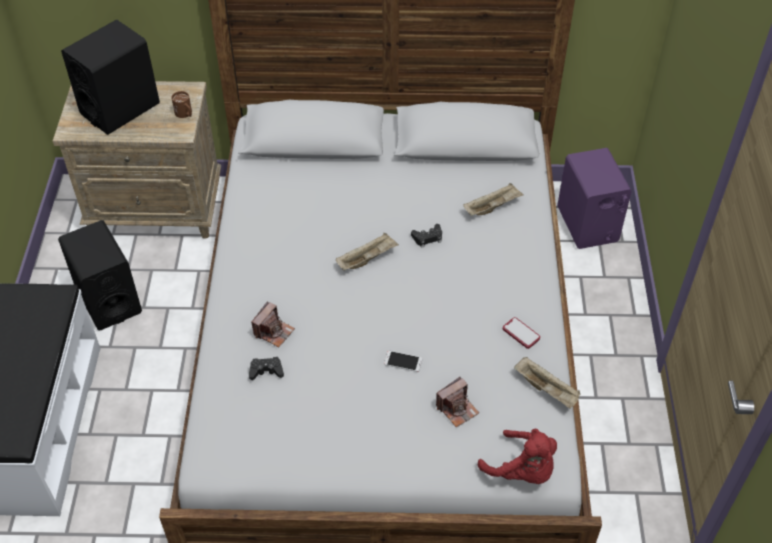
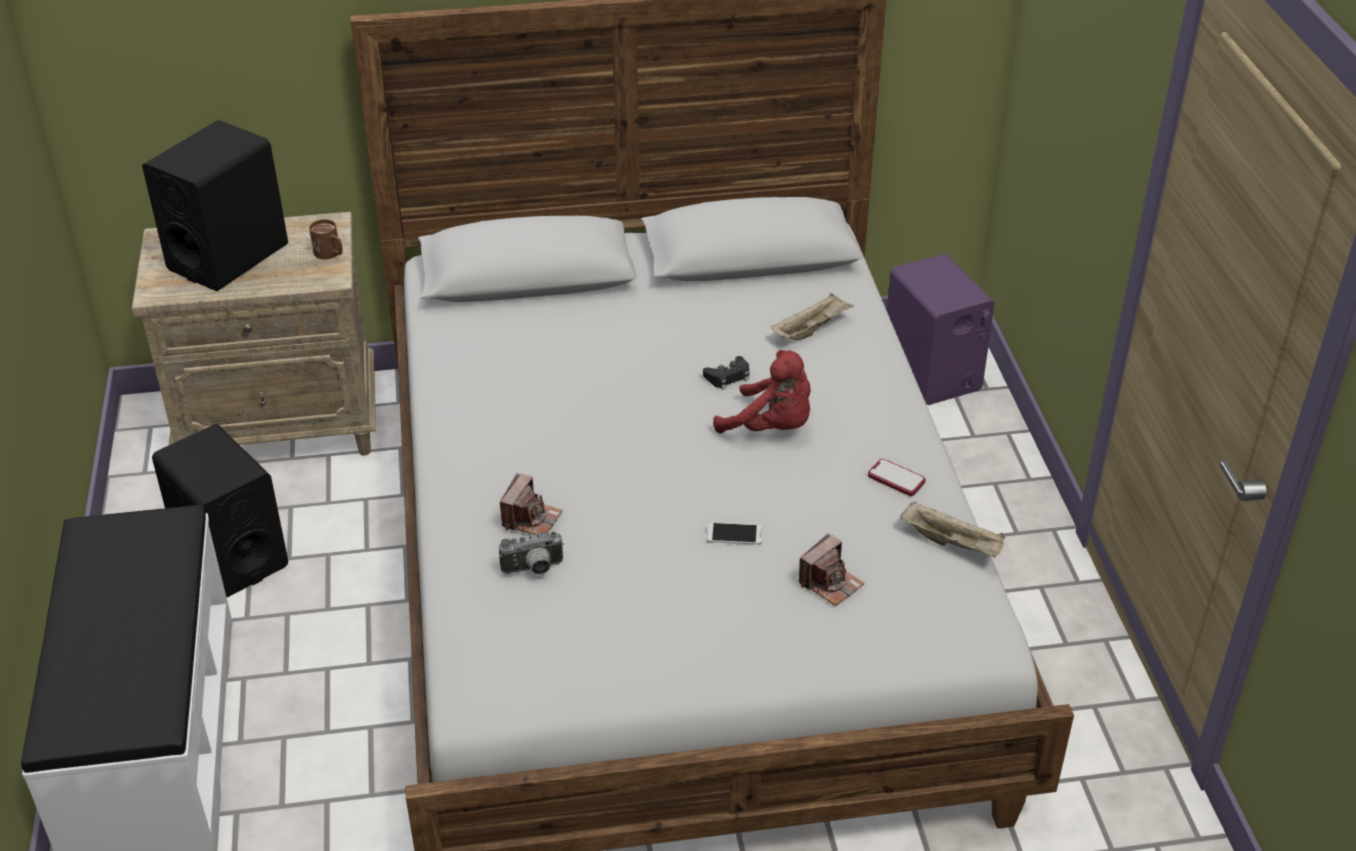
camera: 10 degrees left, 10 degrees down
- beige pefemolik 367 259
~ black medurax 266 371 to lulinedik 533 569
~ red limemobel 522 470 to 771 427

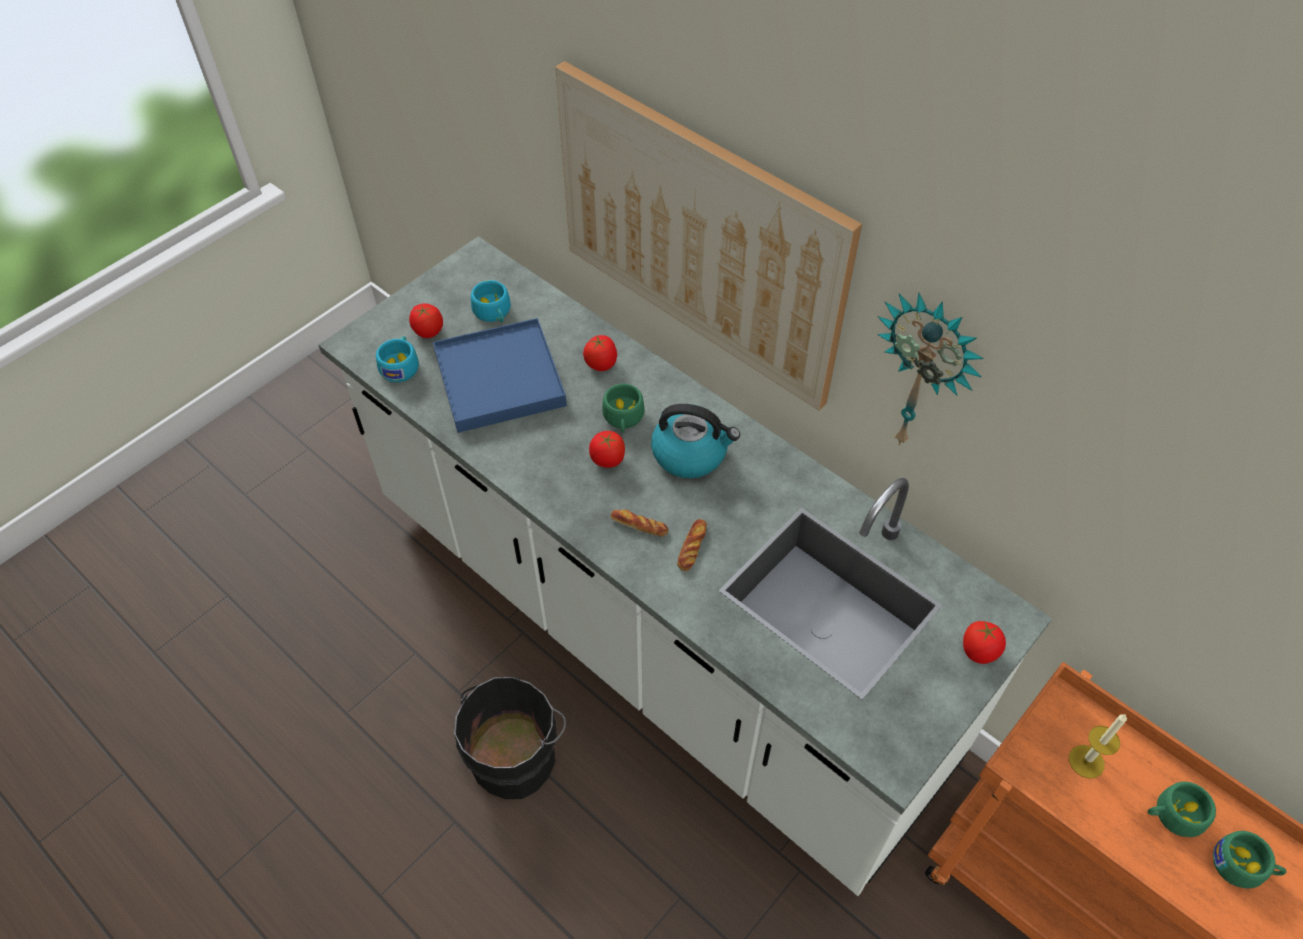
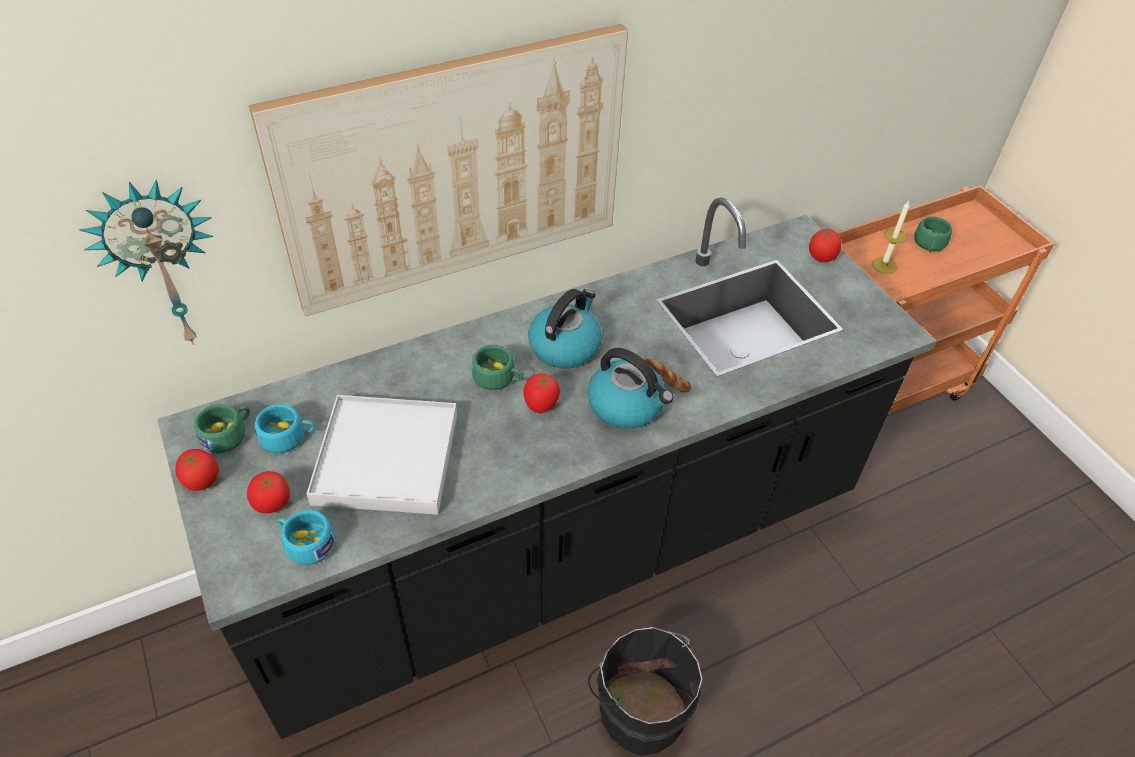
camera: 70 degrees left, 5 degrees down
~ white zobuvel 651 629 to black zobuvel 560 550
~ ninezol 924 373 to 162 264
~ blue pefemolik 500 379 to white pefemolik 387 458
~ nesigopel 601 364 to 201 481
~ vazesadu 639 525 to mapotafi 627 405
~ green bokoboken 1243 866 to 228 434

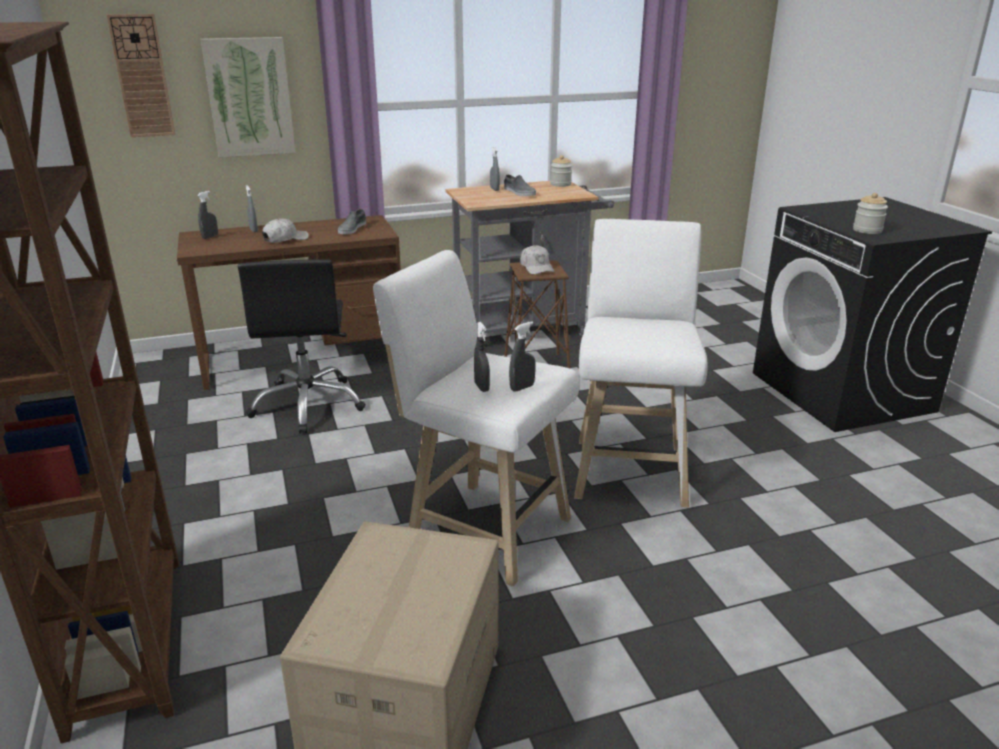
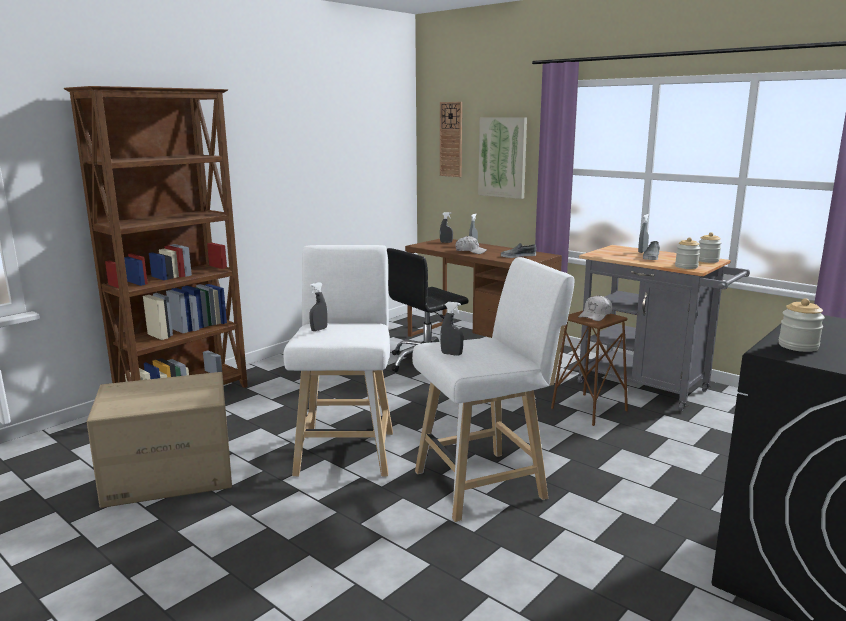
camera: 60 degrees right, 10 degrees down
~ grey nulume 522 388 to 451 354
+ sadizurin 686 266

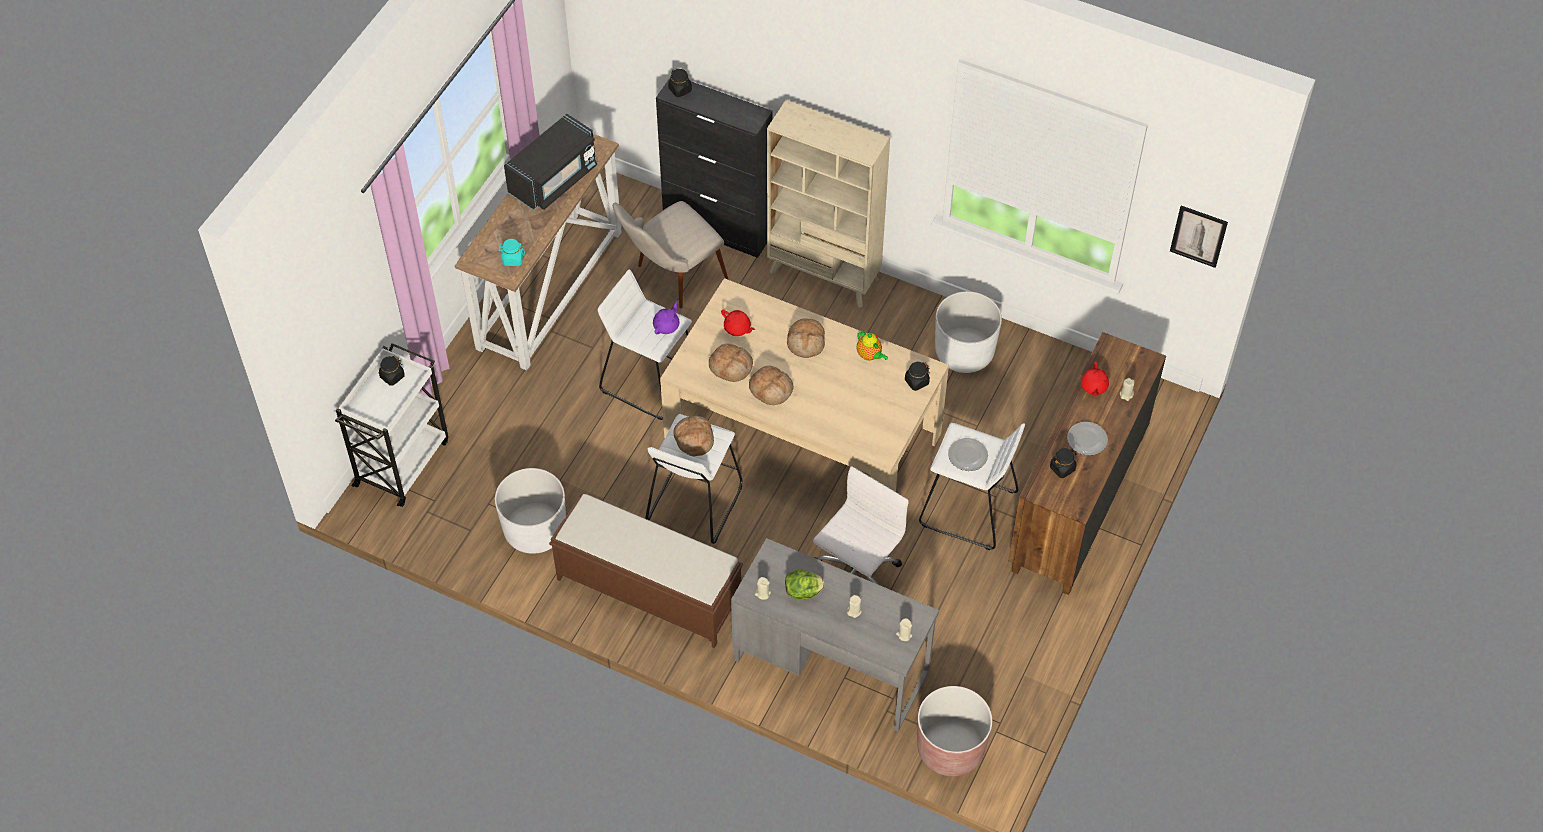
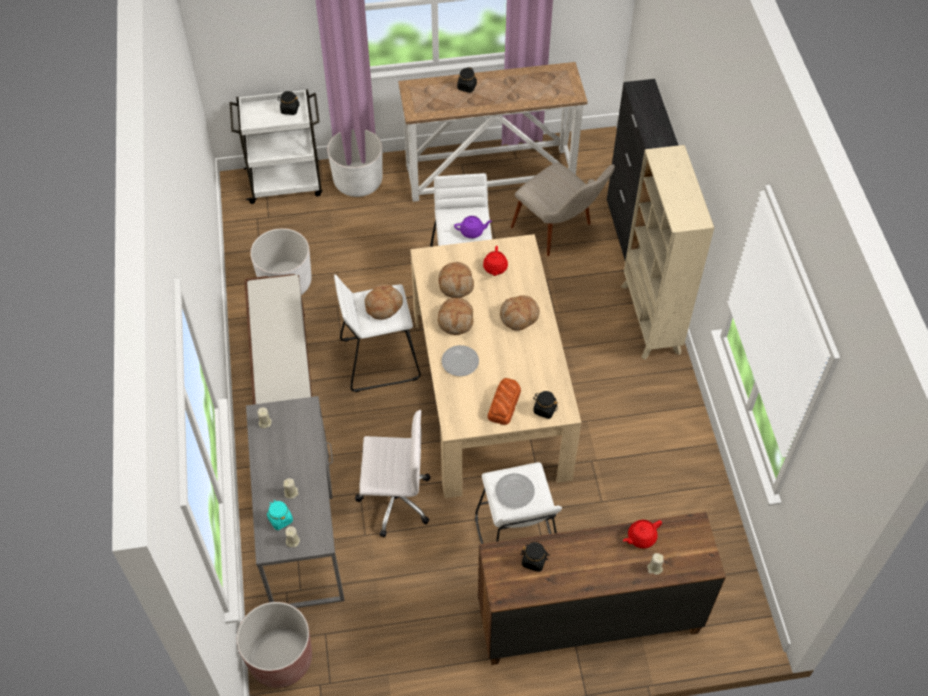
camera: 55 degrees right, 0 degrees up
~ black sadizurin 680 90 to 467 87
- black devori 554 179
~ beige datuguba 670 279 = 560 232 150 degrees counterclockwise
- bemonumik 1198 236
~ turquoise sadizurin 512 259 to 280 519
~ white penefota 964 352 to 358 181
- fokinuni 870 355
~ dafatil 1086 439 to 460 361
- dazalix 803 592
+ vazesadu 504 404

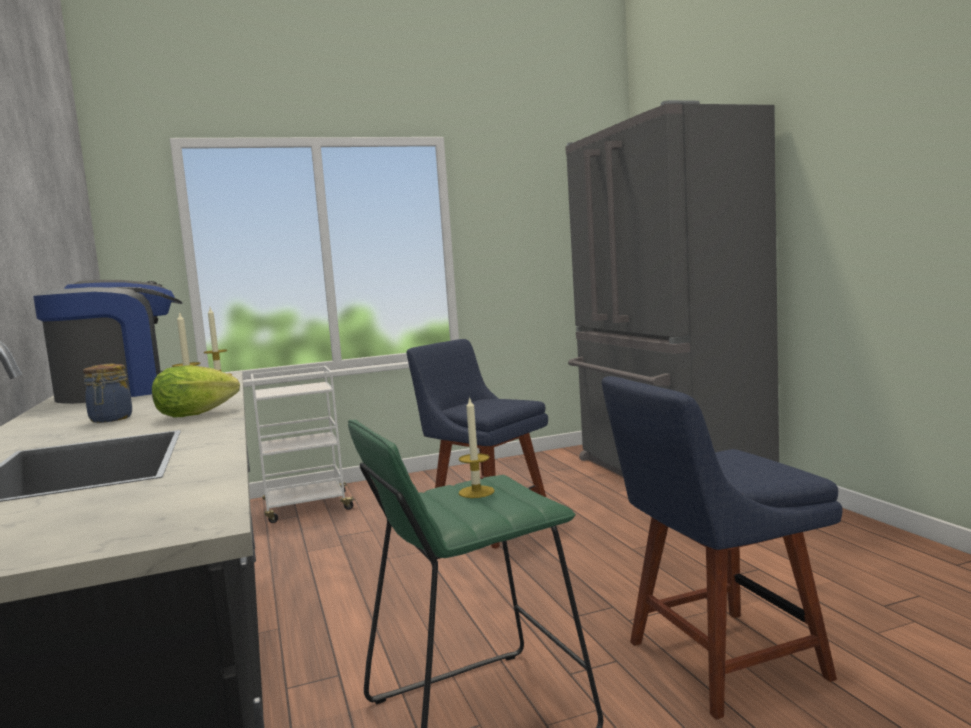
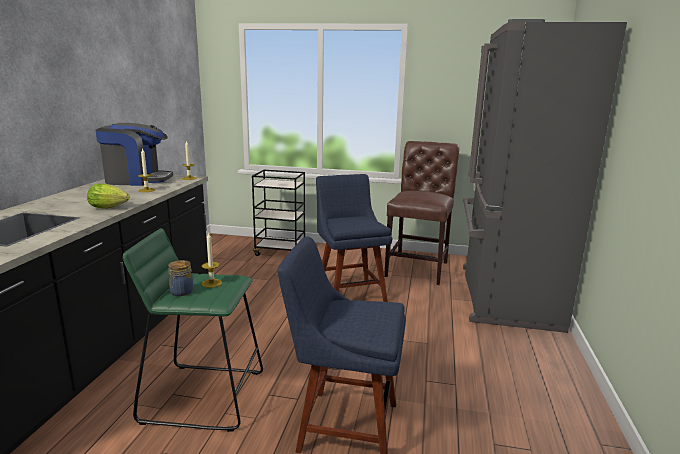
camera: 30 degrees right, 10 degrees up
~ sadizurin 110 419 to 181 292
~ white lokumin 306 508 to black lokumin 281 252
+ brown datuguba 418 267

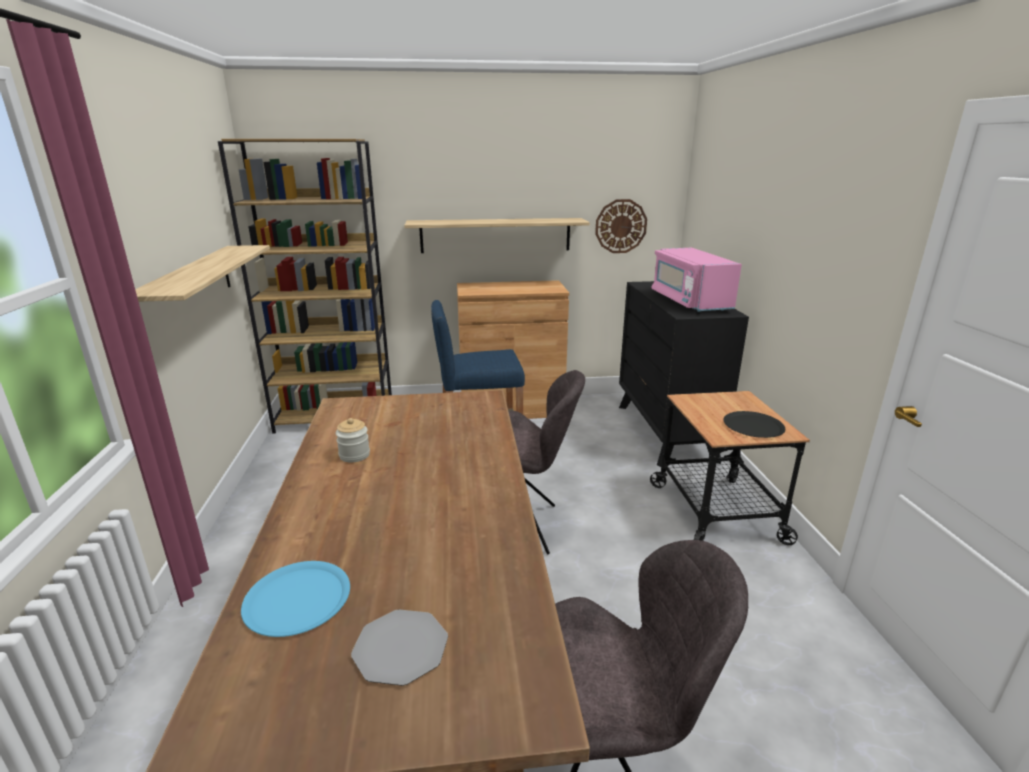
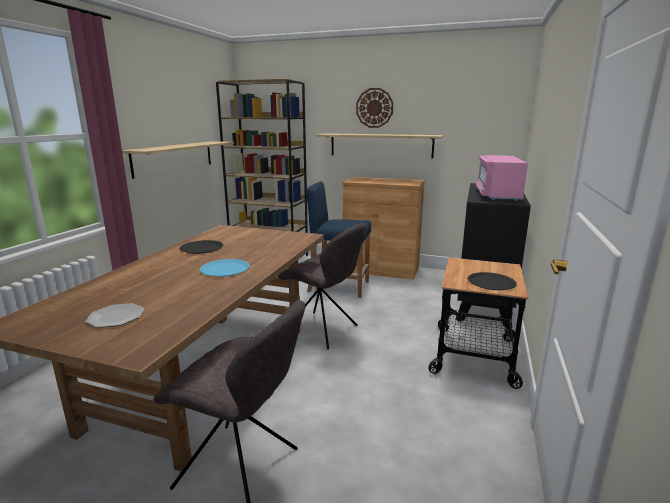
camera: 25 degrees right, 5 degrees down
~ ninezol 620 226 to 374 108
~ sadizurin 354 455 to black dafatil 201 248
~ blue dafatil 297 599 to 225 269

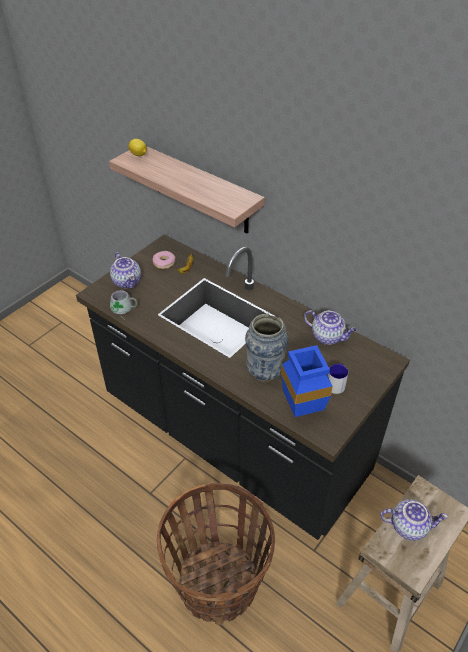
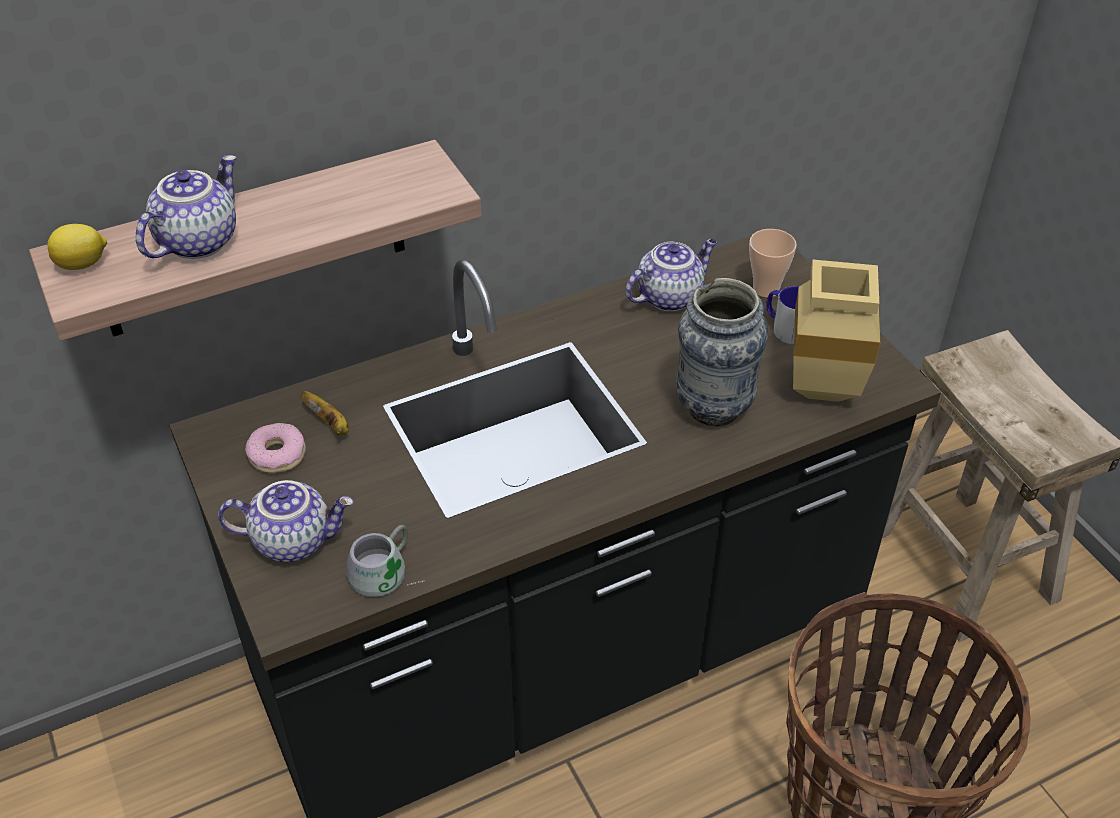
camera: 65 degrees left, 0 degrees up
~ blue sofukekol 304 410 to beige sofukekol 827 389
~ fokinuni 409 525 to 197 240
+ bokoboken 766 289

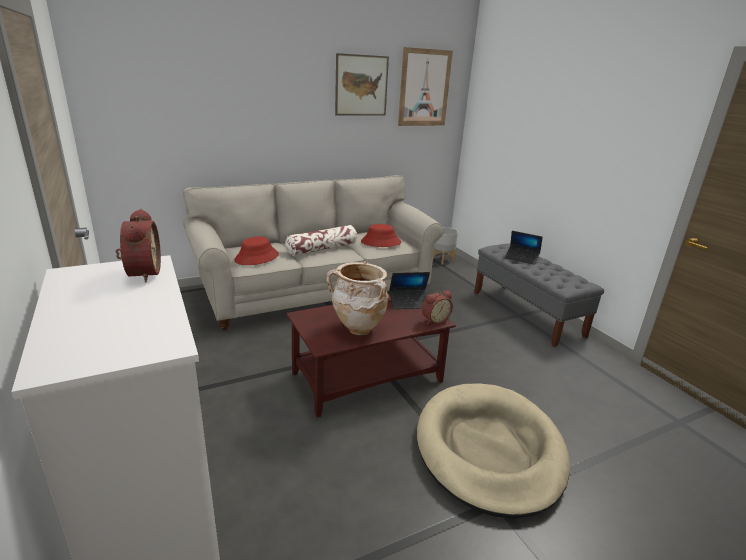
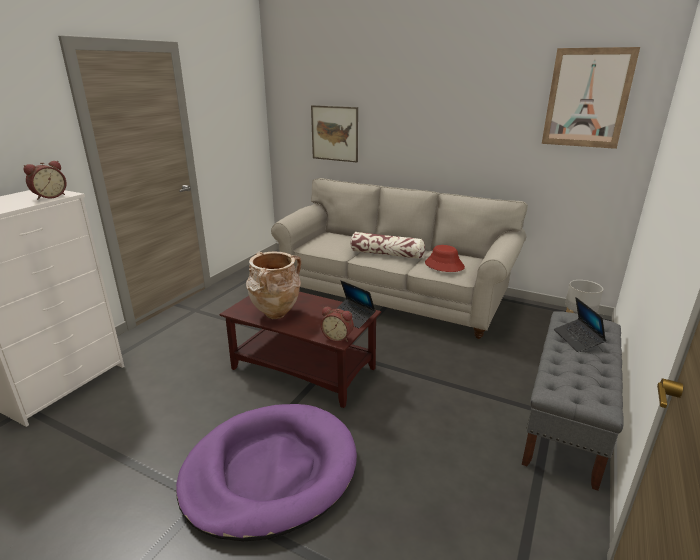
camera: 55 degrees right, 0 degrees up
~ bemonumik 361 85 to 334 133
- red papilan 257 257
~ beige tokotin 489 450 to purple tokotin 270 472

